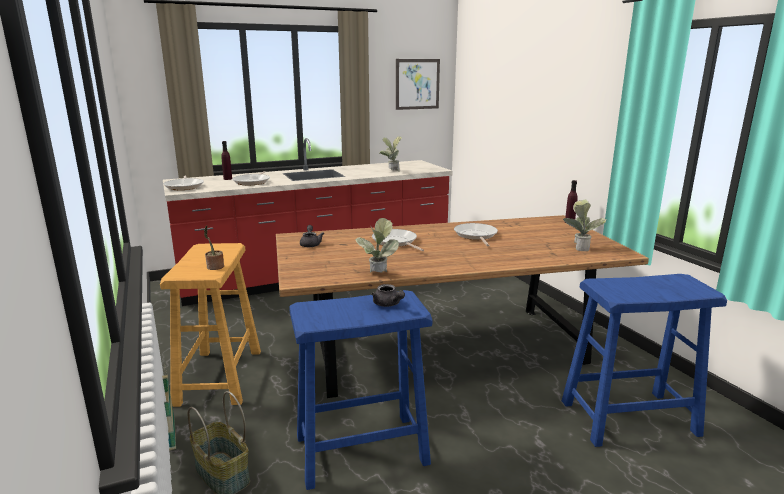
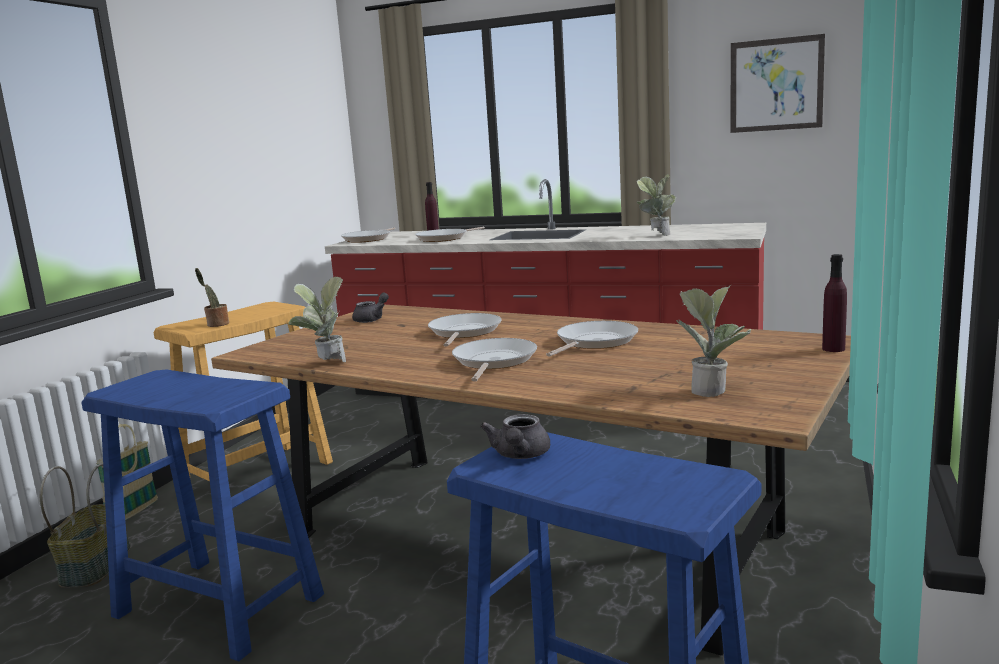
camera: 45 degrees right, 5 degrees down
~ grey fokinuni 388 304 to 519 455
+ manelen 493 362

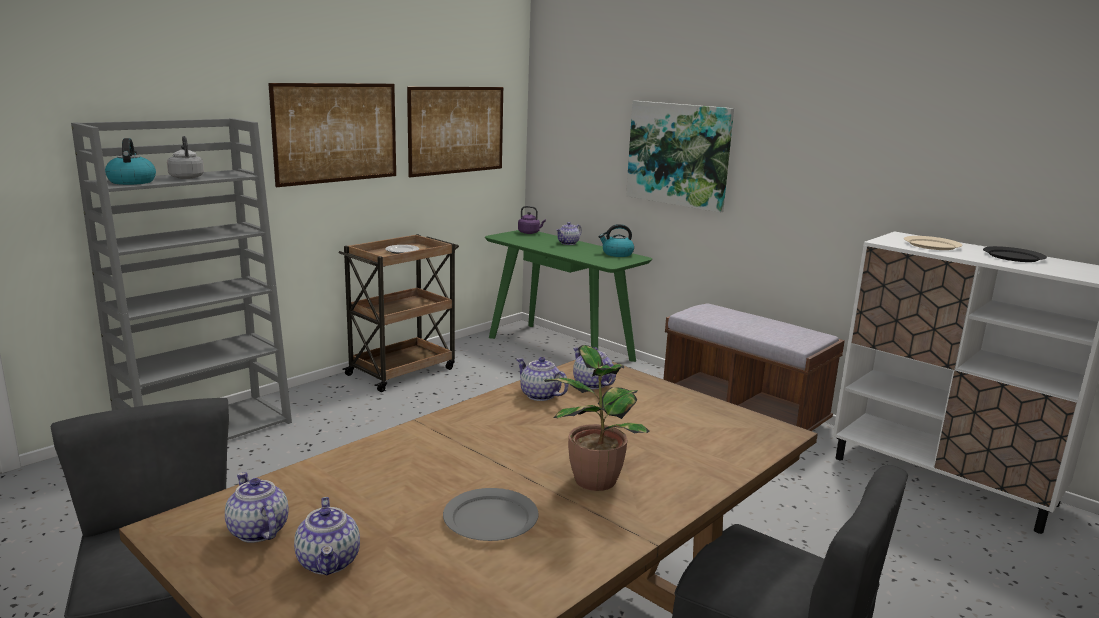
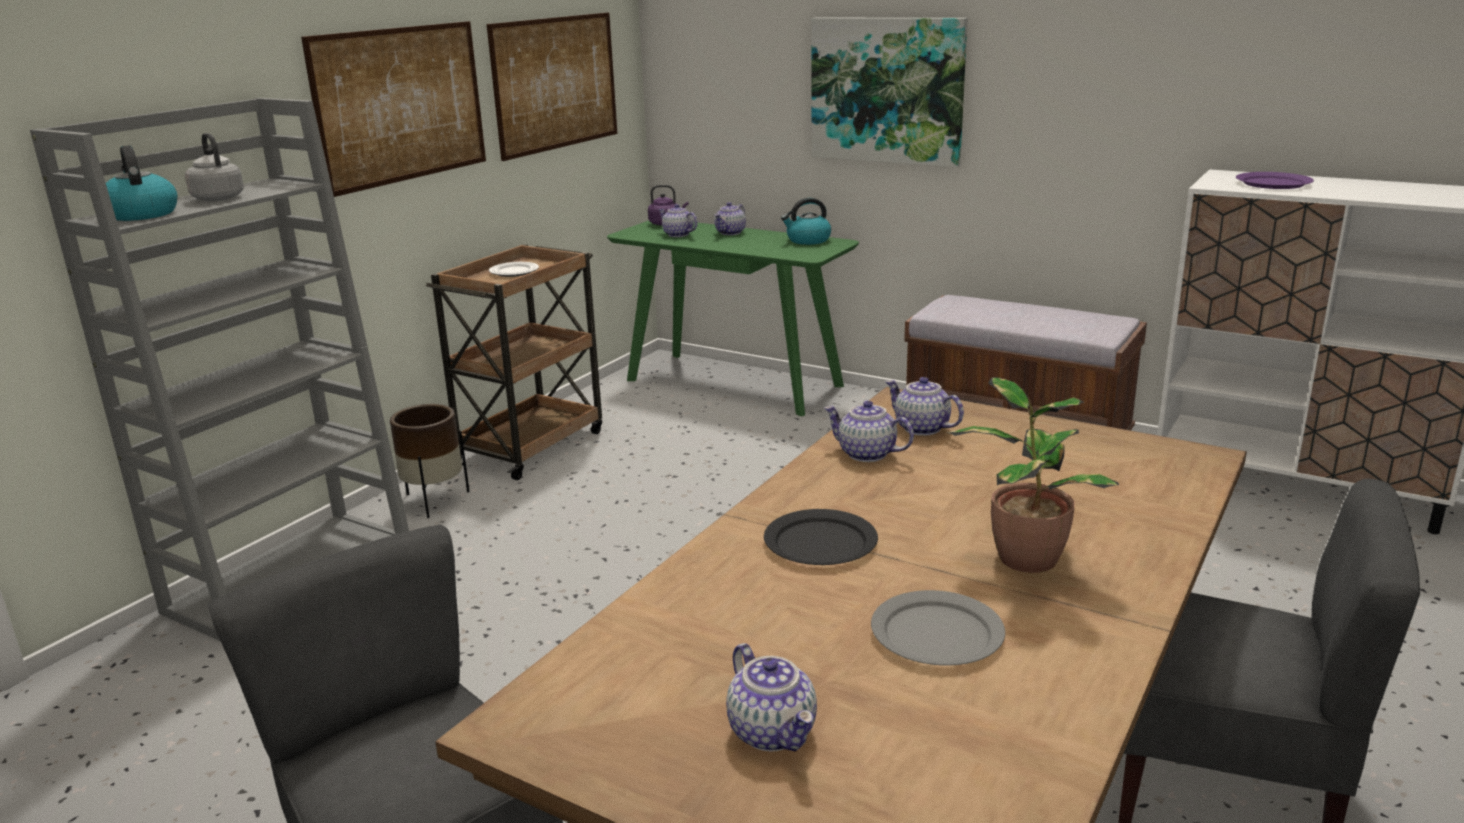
camera: 10 degrees left, 5 degrees up
~ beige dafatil 931 245 to purple dafatil 1272 183
~ black dafatil 1013 257 to 821 543
~ fokinuni 257 531 to 677 234
+ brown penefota 434 501

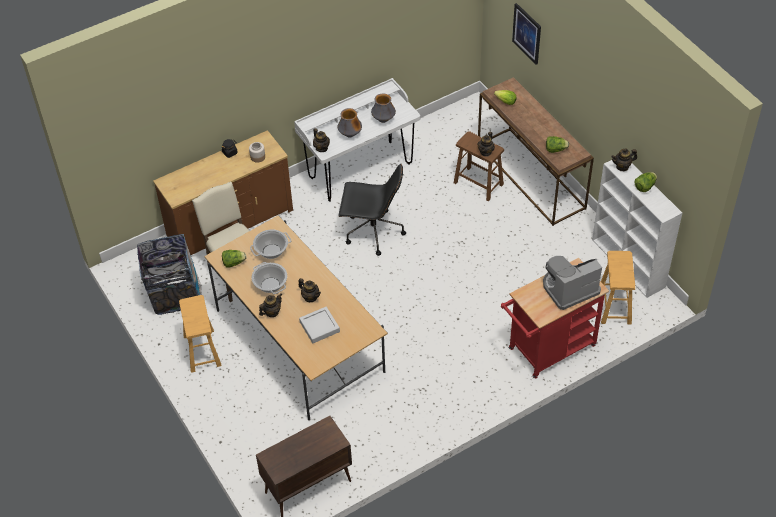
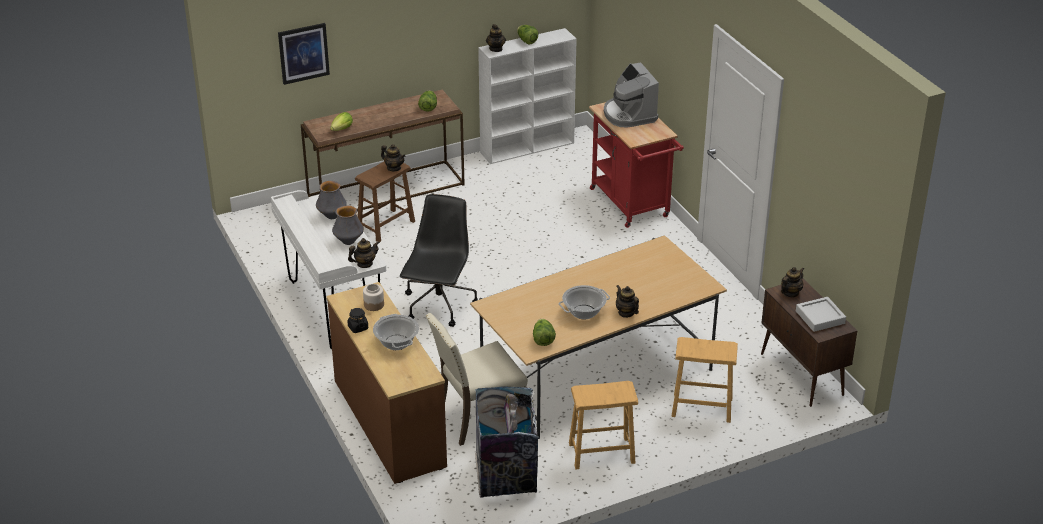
camera: 85 degrees left, 15 degrees down
~ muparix 271 251 to 397 343
~ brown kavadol 615 305 to 702 407
~ fokinuni 310 297 to 790 293
~ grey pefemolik 319 327 to 820 317

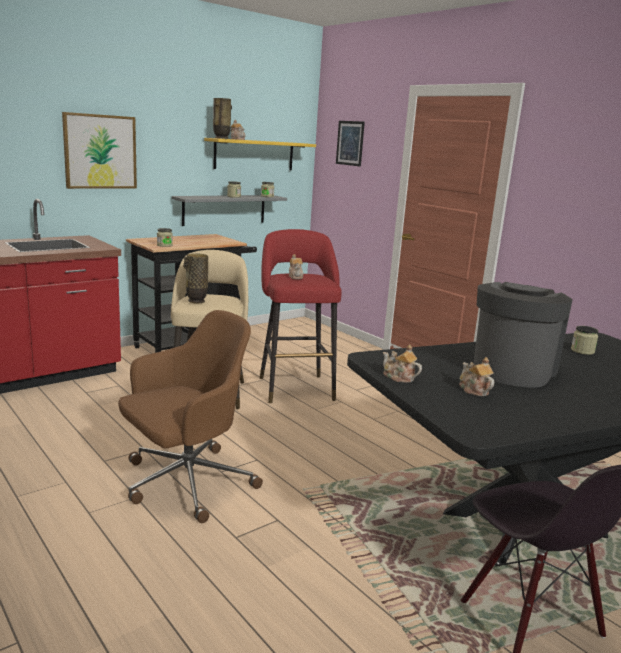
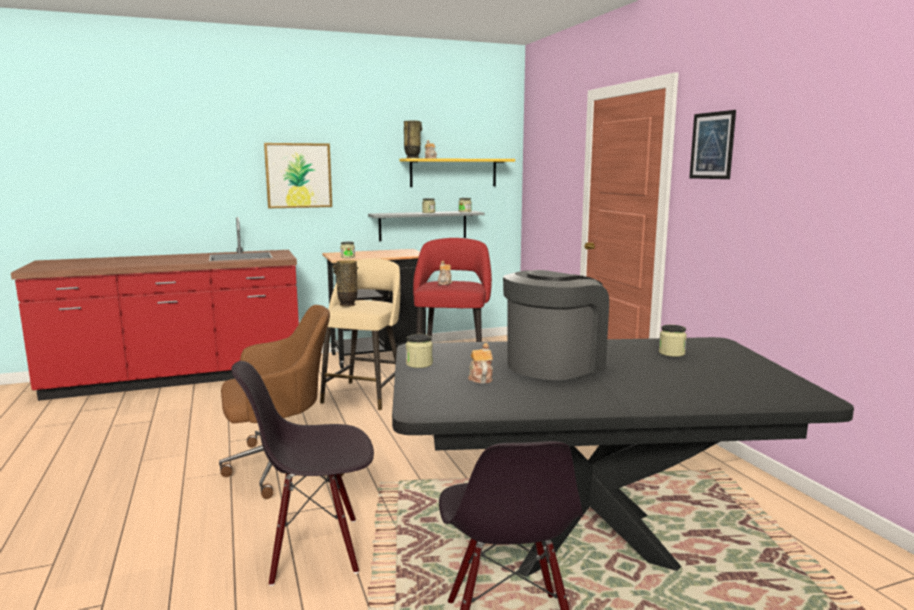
camera: 20 degrees right, 5 degrees down
~ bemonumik 350 143 to 712 145
~ fokinuni 398 377 to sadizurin 419 364
+ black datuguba 315 549

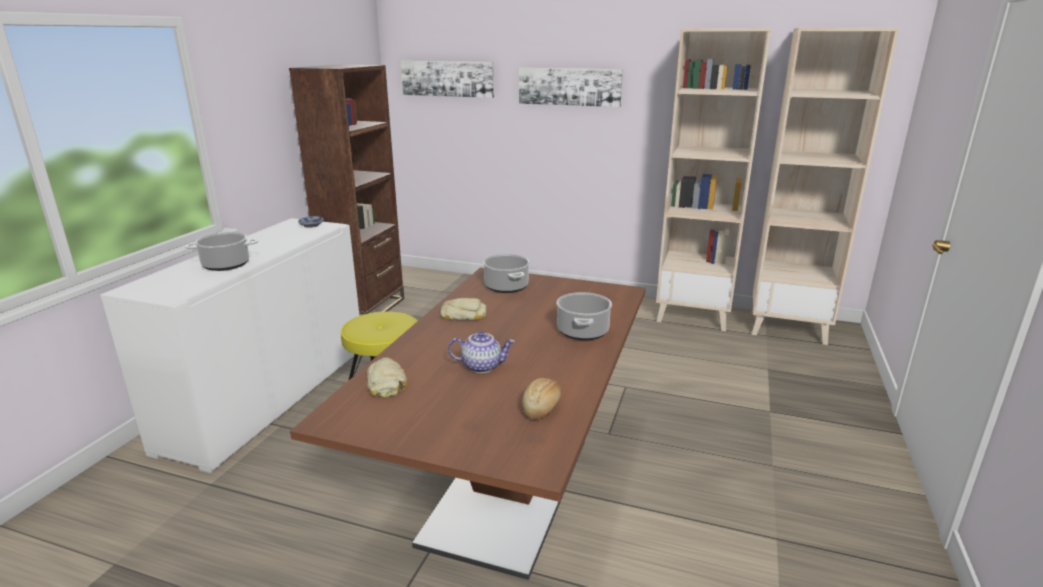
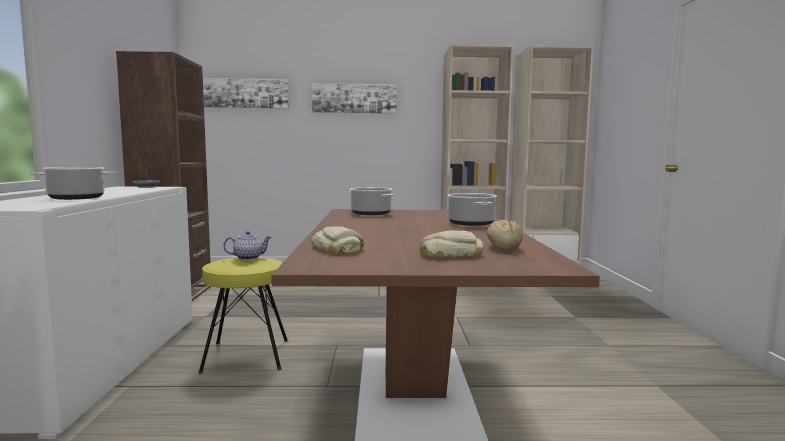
camera: 20 degrees left, 15 degrees down
~ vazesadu 463 315 to 449 254
~ fokinuni 482 366 to 248 258

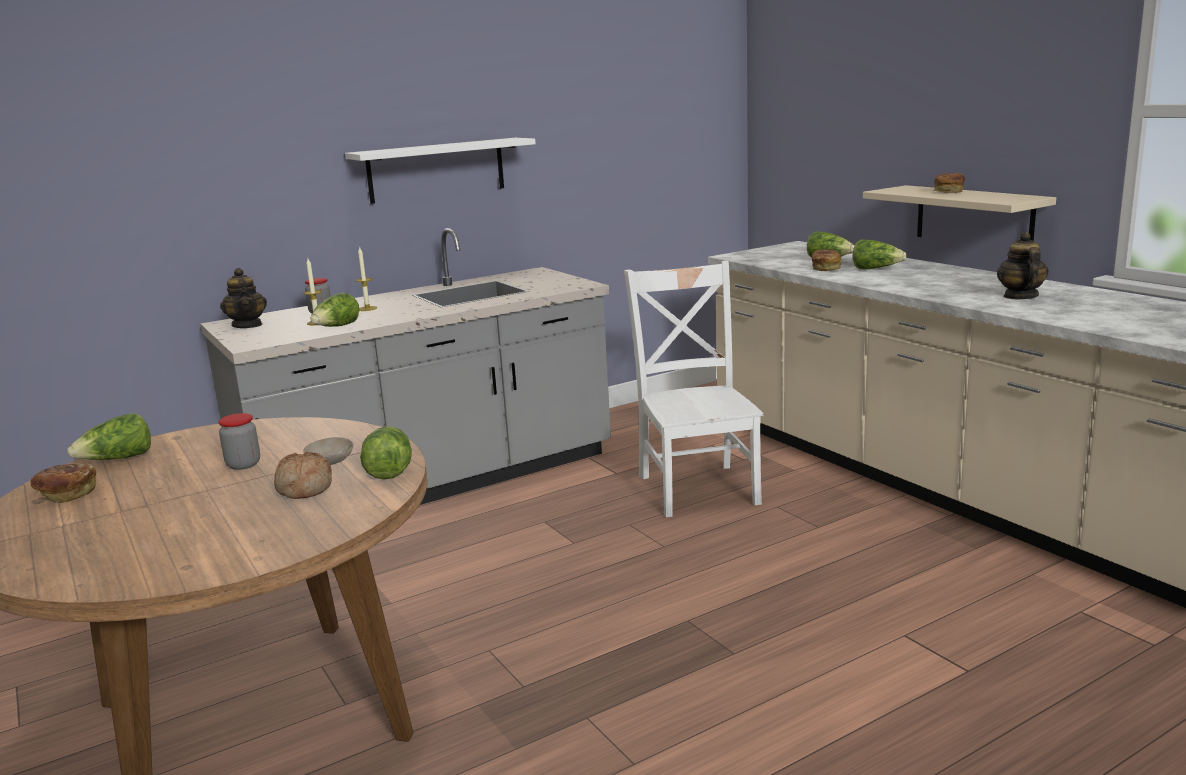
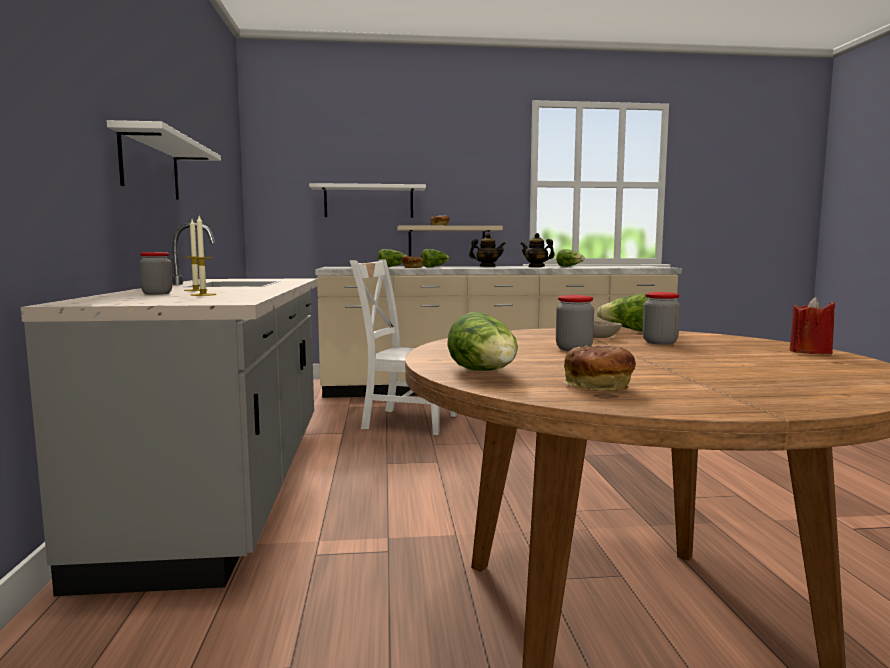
camera: 65 degrees left, 10 degrees down
~ fokinuni 247 325 to 487 266
~ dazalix 336 327 to 570 266
~ vazesadu 303 488 to sadizurin 659 342
+ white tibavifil 369 202
+ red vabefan 810 352

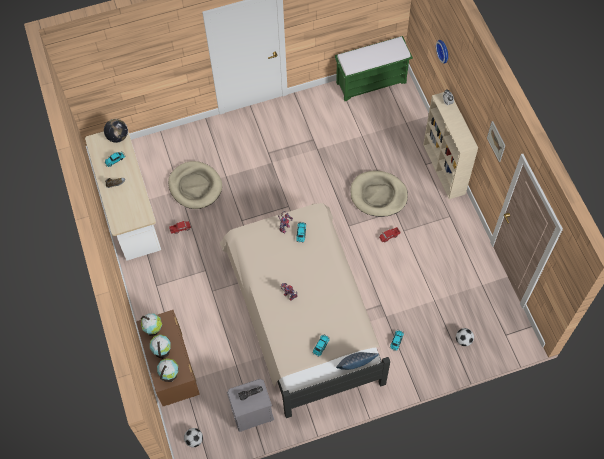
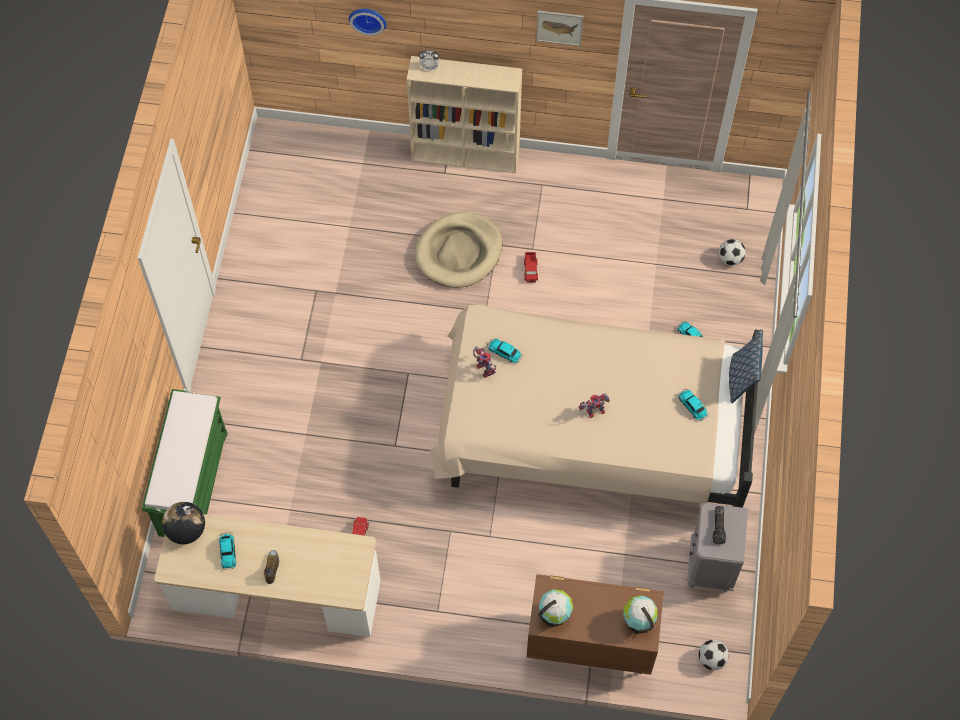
camera: 65 degrees left, 0 degrees up
~ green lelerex 371 82 to 193 482
- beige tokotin 195 186
- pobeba 162 350

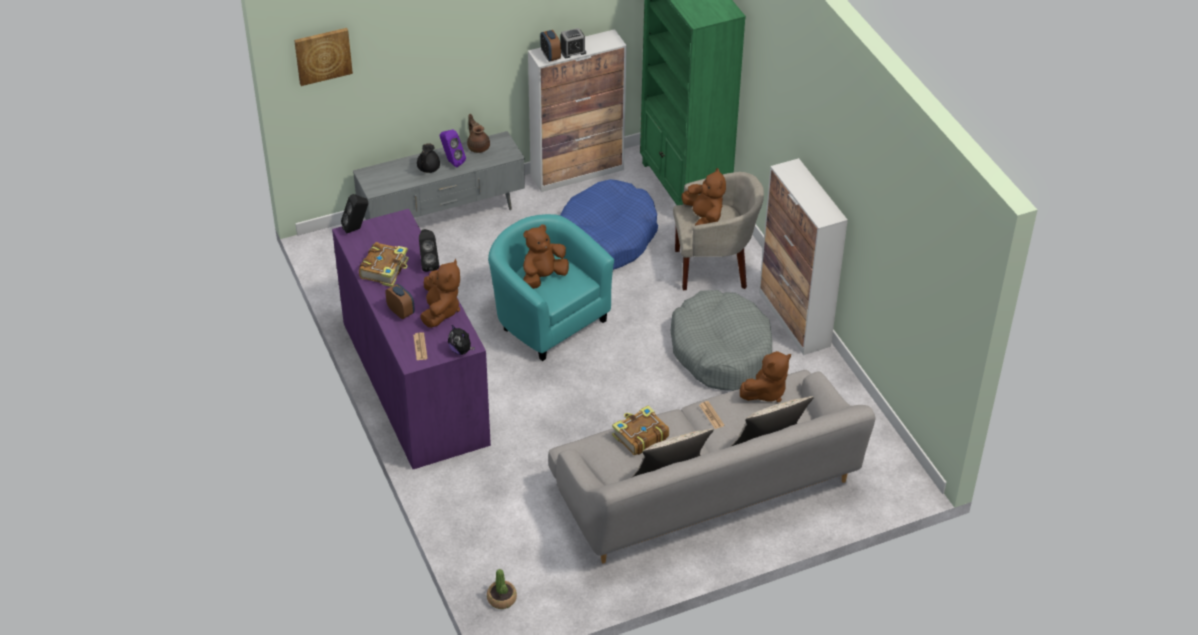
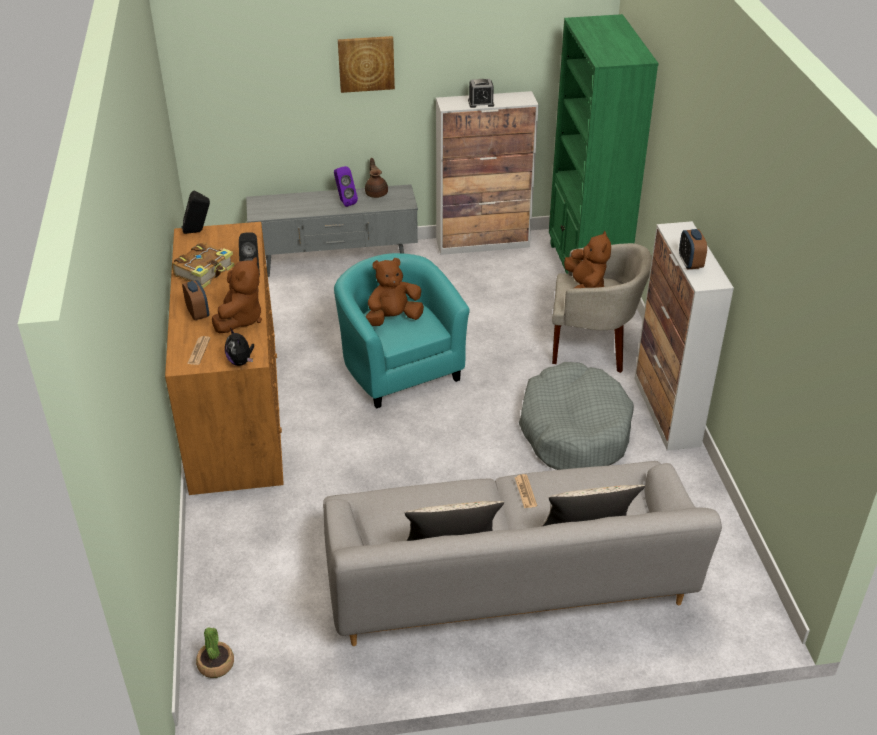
camera: 15 degrees right, 5 degrees down
~ bemonumik 323 55 to 366 63
~ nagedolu 550 56 to 690 263
- black fokinuni 427 168
- blue tokotin 607 238
~ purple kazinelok 414 382 to brown kazinelok 235 407
- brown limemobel 766 392
- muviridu 639 436

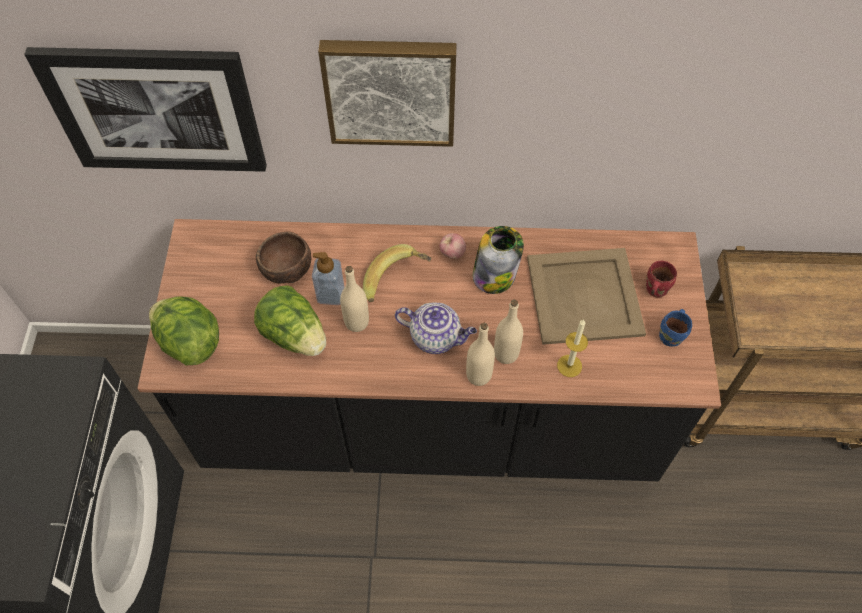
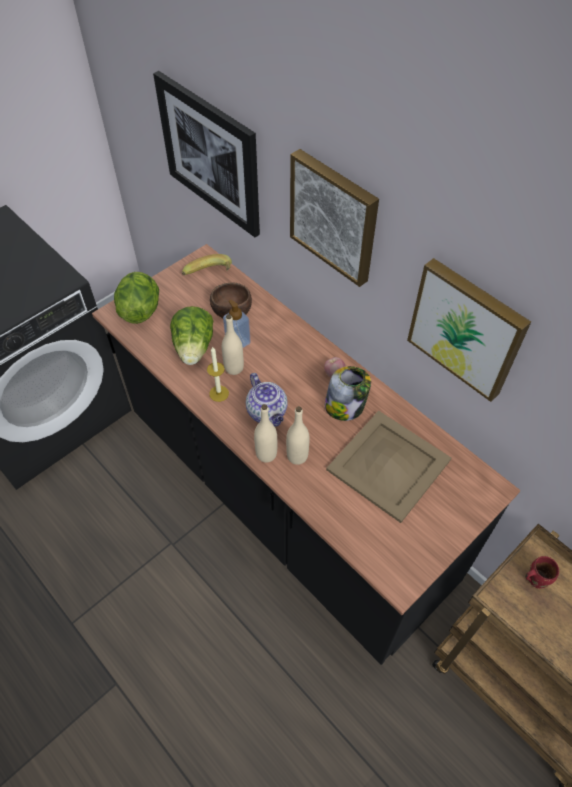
camera: 45 degrees right, 5 degrees down
~ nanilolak 397 282 to 210 277
~ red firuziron 654 289 to 535 578
- blue firuziron 672 336
~ vabefan 569 366 to 219 393
+ bemonumik 467 328

